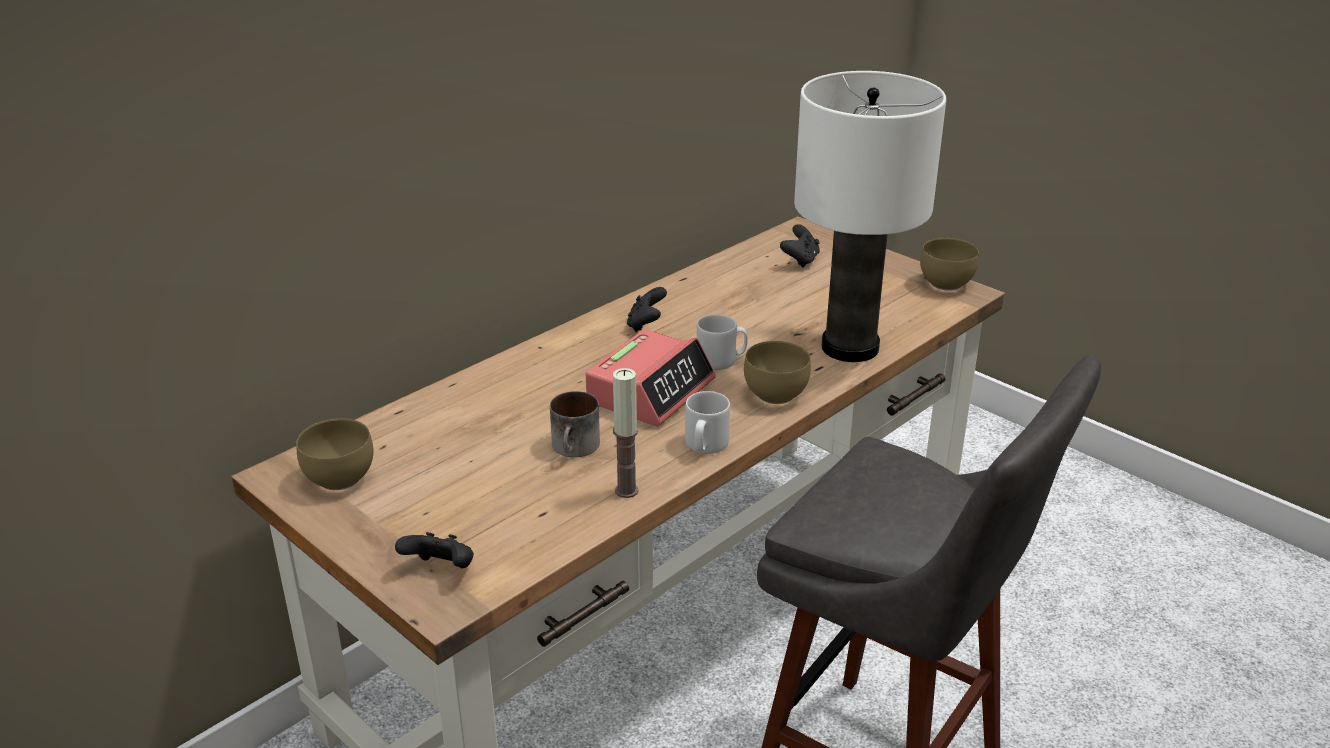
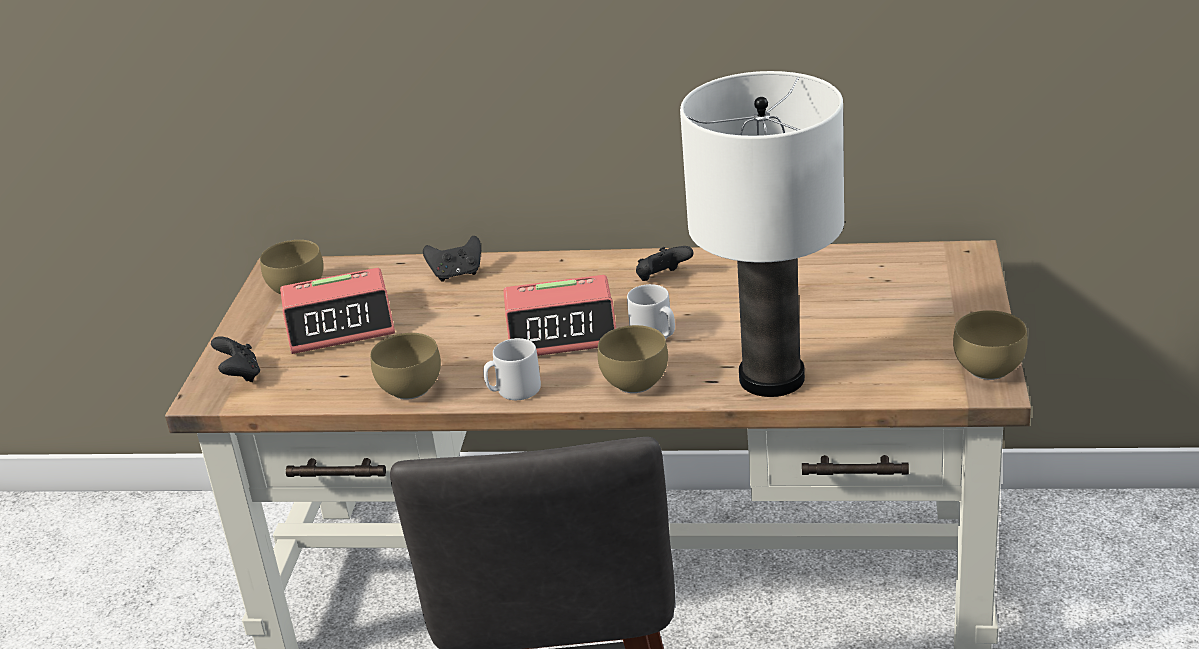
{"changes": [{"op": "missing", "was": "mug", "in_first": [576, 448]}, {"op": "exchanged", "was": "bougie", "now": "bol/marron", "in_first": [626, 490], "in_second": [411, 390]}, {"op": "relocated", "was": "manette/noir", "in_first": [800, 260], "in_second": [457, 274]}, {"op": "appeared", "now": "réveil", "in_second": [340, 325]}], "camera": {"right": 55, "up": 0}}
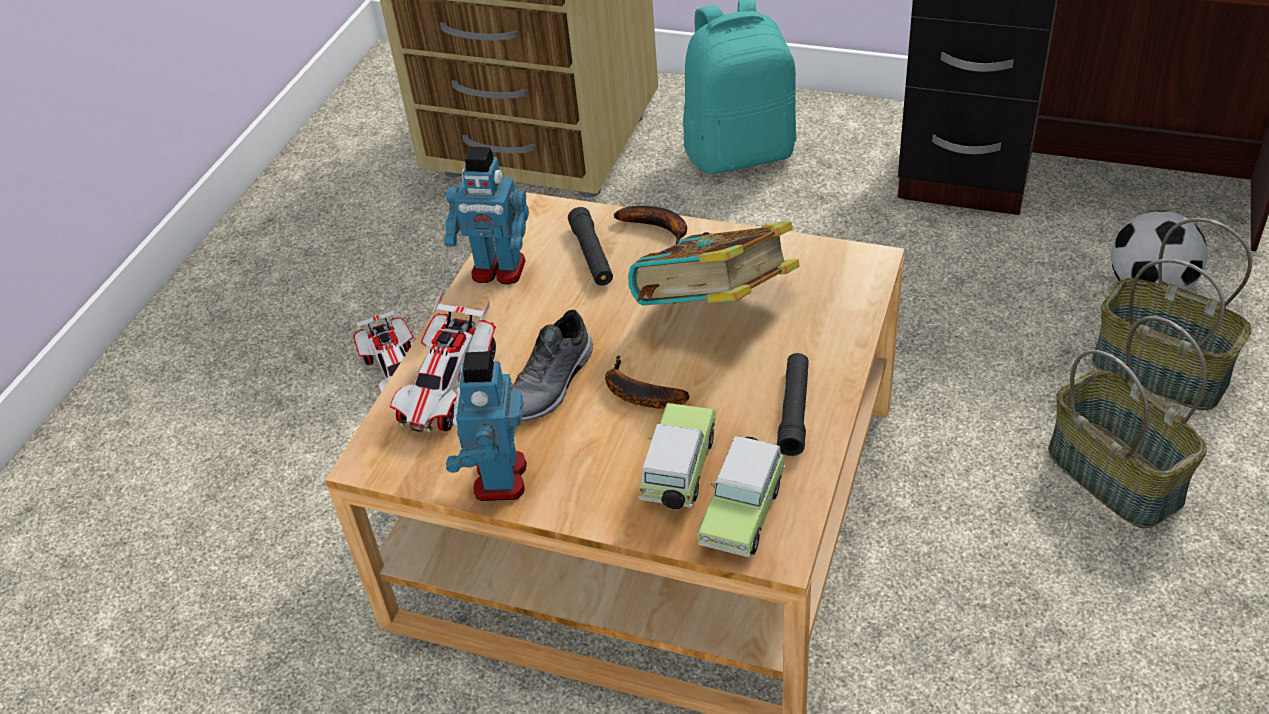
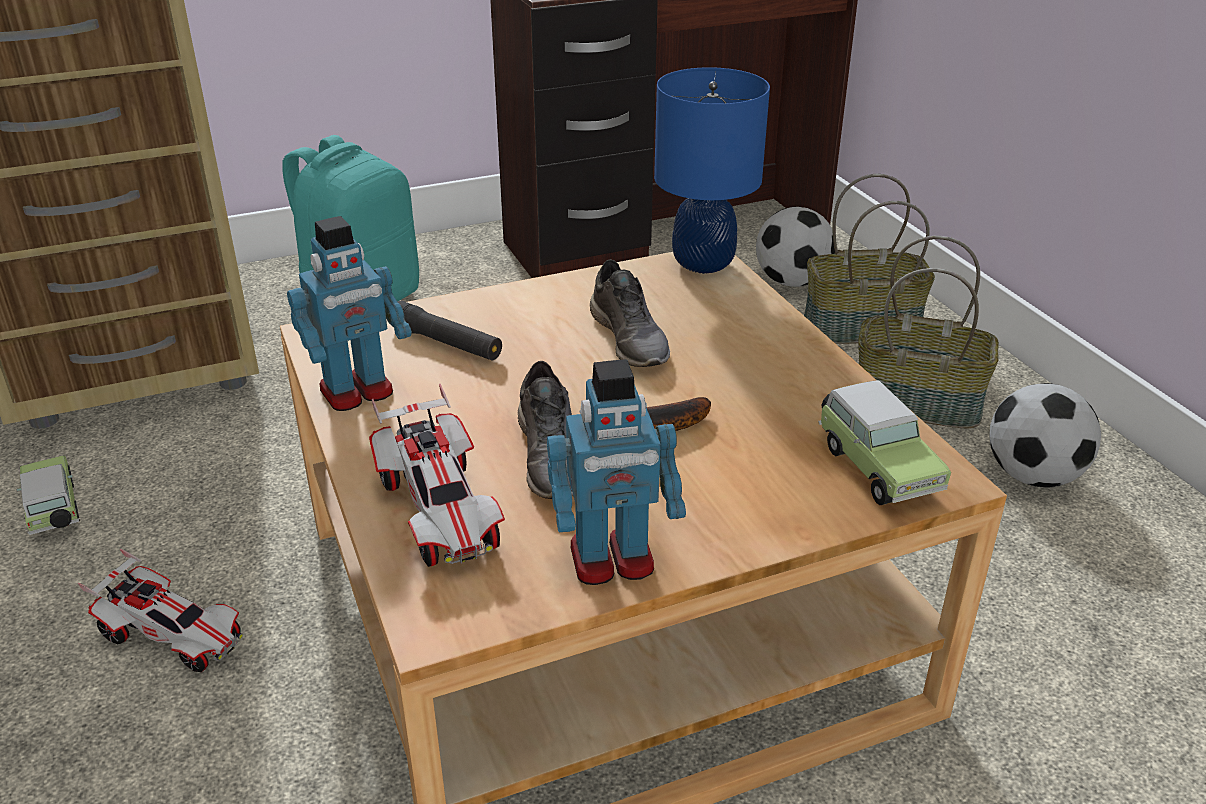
{"changes": [{"op": "spun", "was": "robot jouet", "in_first": [499, 478], "in_second": [612, 561], "clockwise": -60}, {"op": "missing", "was": "banane", "in_first": [659, 228]}, {"op": "exchanged", "was": "livre", "now": "chaussure/gris", "in_first": [715, 312], "in_second": [631, 339]}, {"op": "relocated", "was": "petite voiture", "in_first": [678, 472], "in_second": [54, 511]}, {"op": "missing", "was": "lampe de poche/noir", "in_first": [794, 411]}, {"op": "appeared", "now": "lampe de table/bleu", "in_second": [705, 264]}, {"op": "appeared", "now": "ballon de foot", "in_second": [1033, 476]}], "camera": {"right": -45, "up": -10}}
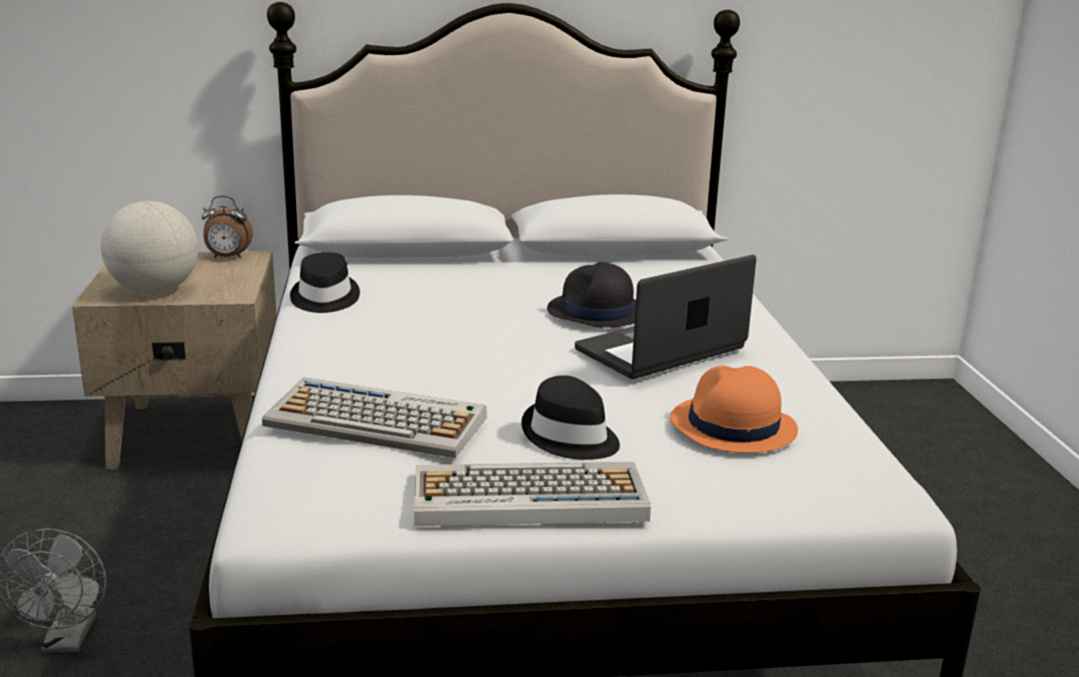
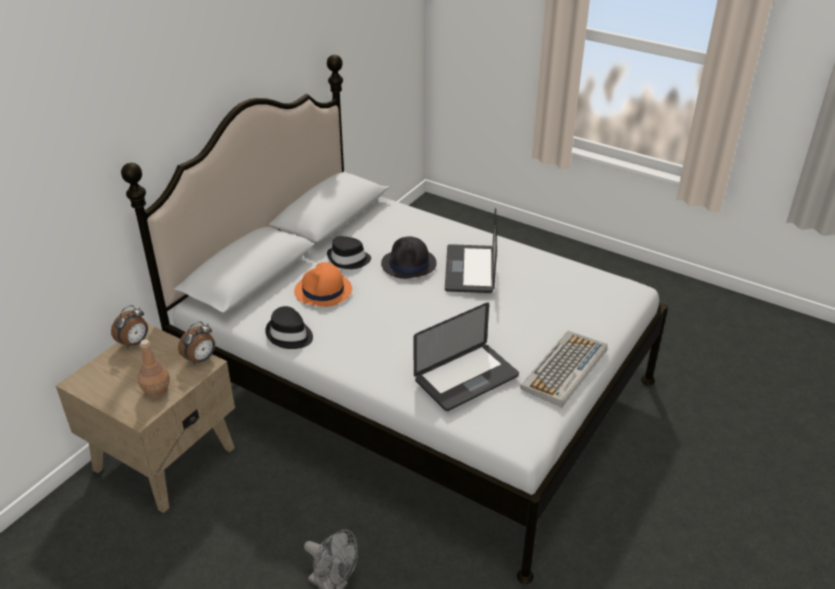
{"changes": [{"op": "exchanged", "was": "globe", "now": "bouteille/marron", "in_first": [154, 290], "in_second": [156, 391]}, {"op": "exchanged", "was": "clavier", "now": "ordinateur portable", "in_first": [378, 421], "in_second": [466, 378]}, {"op": "relocated", "was": "chapeau/noir", "in_first": [570, 437], "in_second": [348, 259]}, {"op": "relocated", "was": "chapeau/orange", "in_first": [732, 427], "in_second": [323, 291]}, {"op": "appeared", "now": "réveil", "in_second": [201, 359]}], "camera": {"right": -50, "up": 15}}
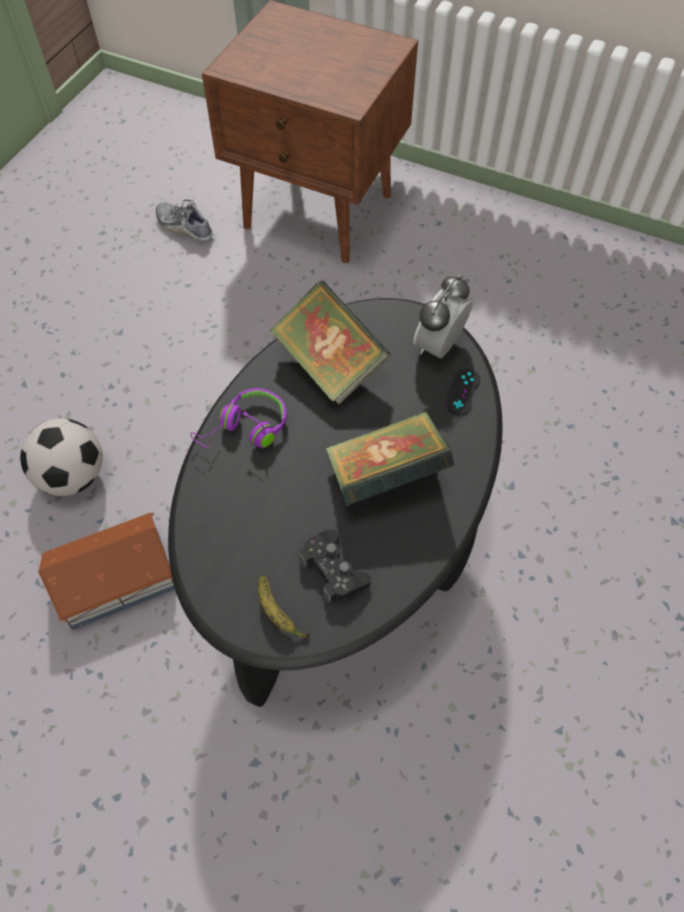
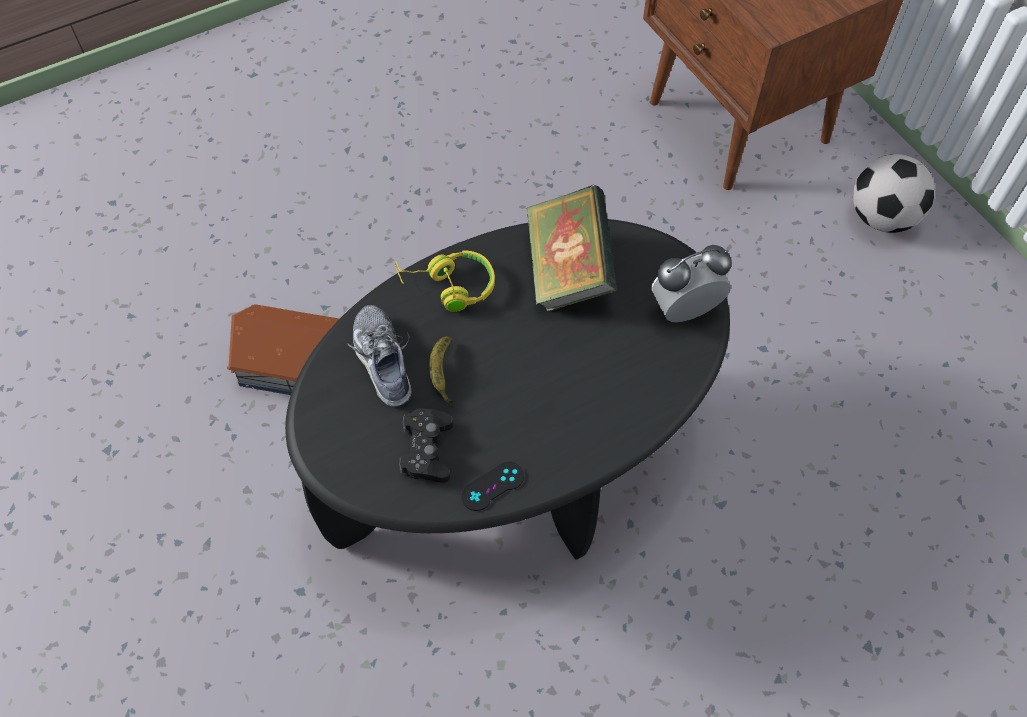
{"changes": [{"op": "relocated", "was": "ballon de foot", "in_first": [73, 476], "in_second": [882, 217]}, {"op": "relocated", "was": "chaussure", "in_first": [184, 227], "in_second": [383, 361]}, {"op": "colour", "was": "casque audio/violet", "now": "casque audio/jaune", "in_first": [245, 429], "in_second": [449, 286]}, {"op": "relocated", "was": "banane", "in_first": [279, 613], "in_second": [442, 373]}, {"op": "missing", "was": "livre", "in_first": [386, 476]}, {"op": "relocated", "was": "manette/noir", "in_first": [463, 392], "in_second": [492, 486]}], "camera": {"right": 35, "up": 0}}
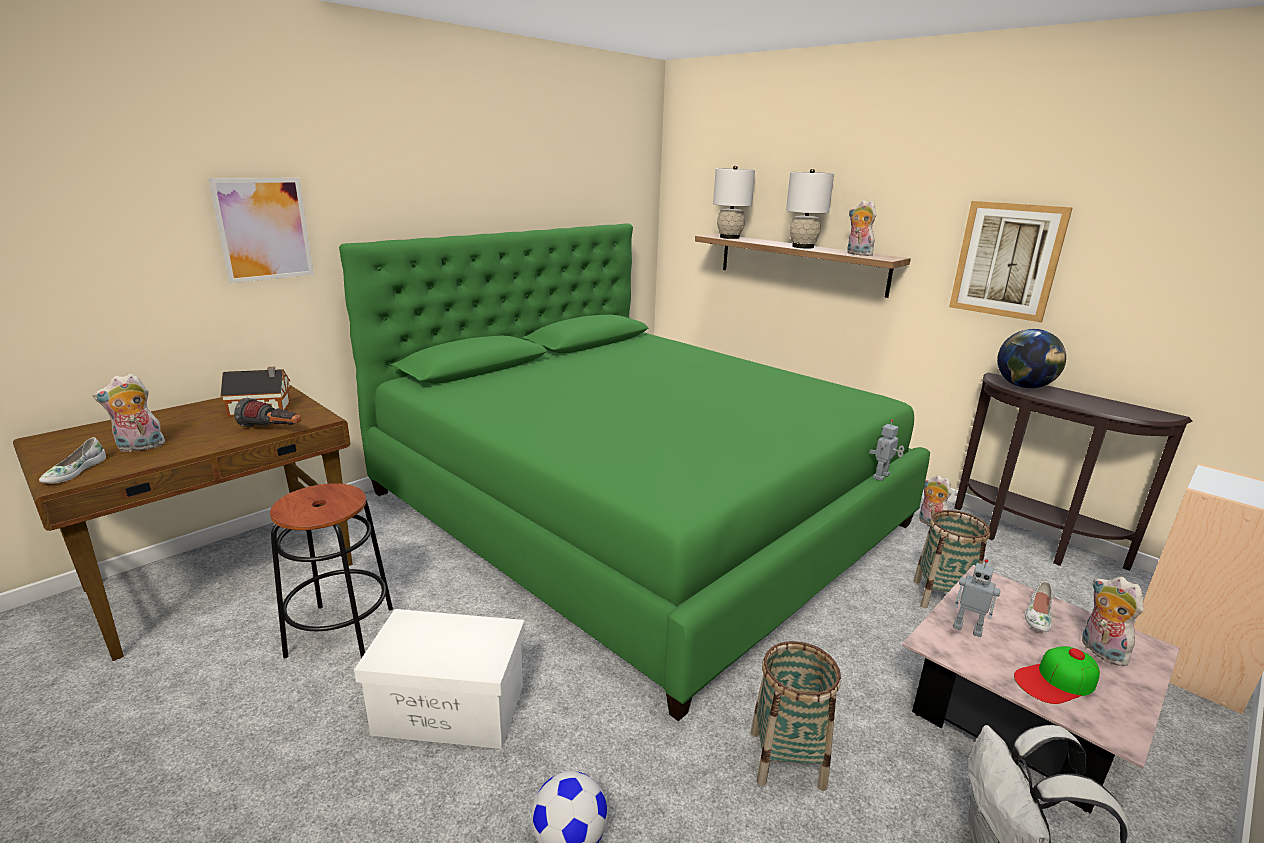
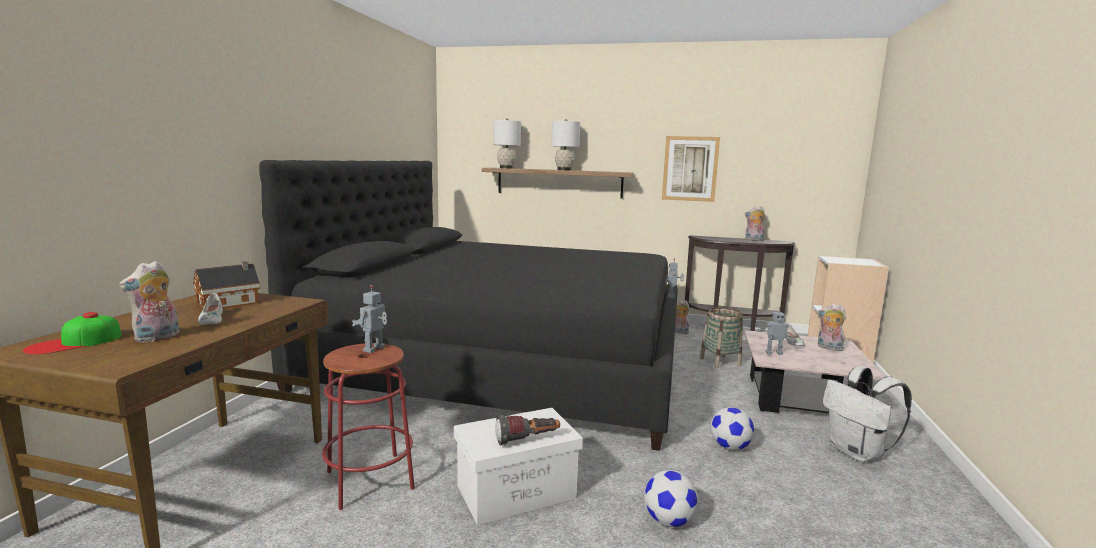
{"changes": [{"op": "relocated", "was": "chaussure/blanc", "in_first": [74, 472], "in_second": [211, 319]}, {"op": "missing", "was": "tableau", "in_first": [264, 229]}, {"op": "relocated", "was": "lampe de poche", "in_first": [273, 429], "in_second": [527, 440]}, {"op": "colour", "was": "tabouret/noir", "now": "tabouret/rouge", "in_first": [340, 631], "in_second": [370, 480]}, {"op": "colour", "was": "lit/vert", "now": "lit/noir", "in_first": [636, 508], "in_second": [506, 359]}, {"op": "exchanged", "was": "panier", "now": "ballon de foot", "in_first": [787, 759], "in_second": [730, 447]}, {"op": "relocated", "was": "peluche", "in_first": [857, 254], "in_second": [753, 240]}, {"op": "missing", "was": "globe", "in_first": [1023, 387]}, {"op": "relocated", "was": "casquette", "in_first": [1056, 681], "in_second": [74, 343]}, {"op": "appeared", "now": "robot jouet", "in_second": [375, 349]}], "camera": {"right": -30, "up": -10}}
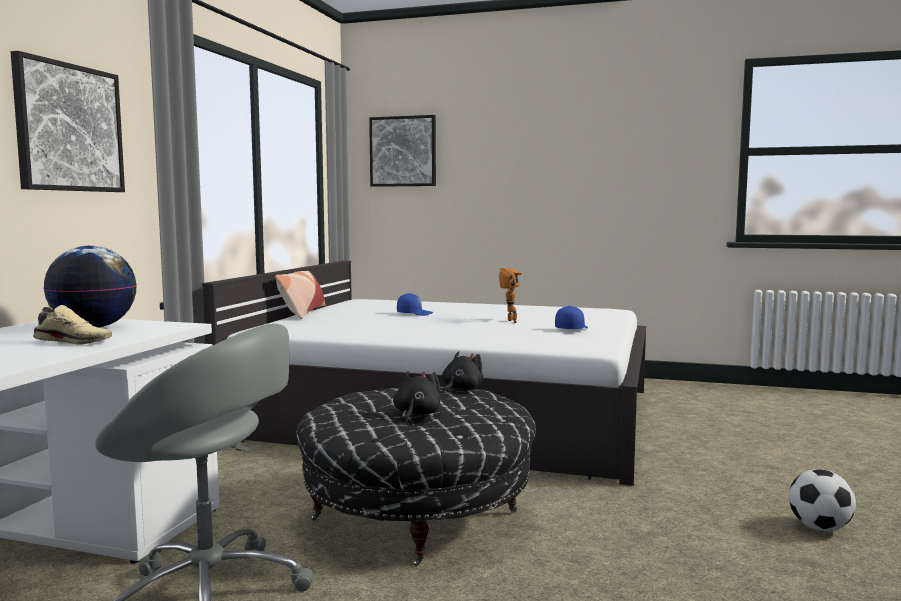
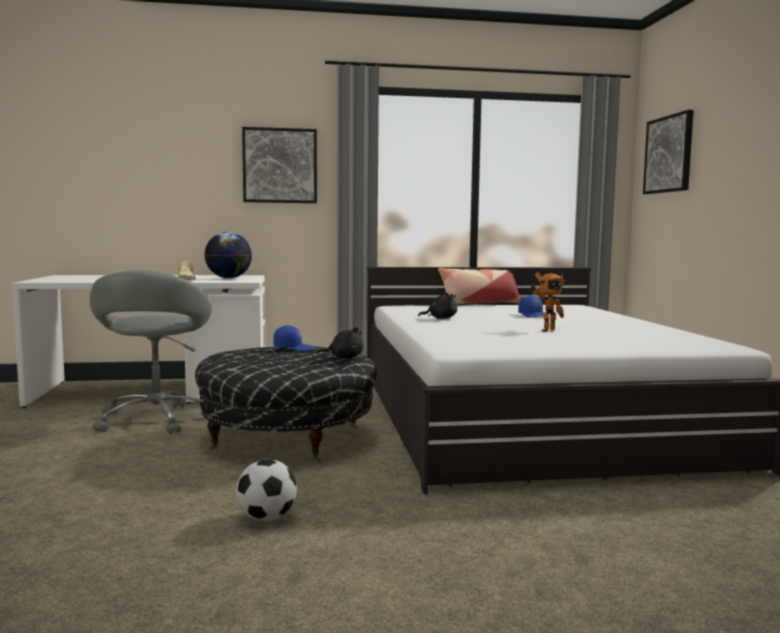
{"changes": [{"op": "relocated", "was": "peluche/noir", "in_first": [416, 414], "in_second": [440, 318]}, {"op": "relocated", "was": "casquette/bleu", "in_first": [571, 328], "in_second": [294, 348]}, {"op": "relocated", "was": "ballon de foot", "in_first": [819, 528], "in_second": [266, 518]}], "camera": {"right": 65, "up": 0}}
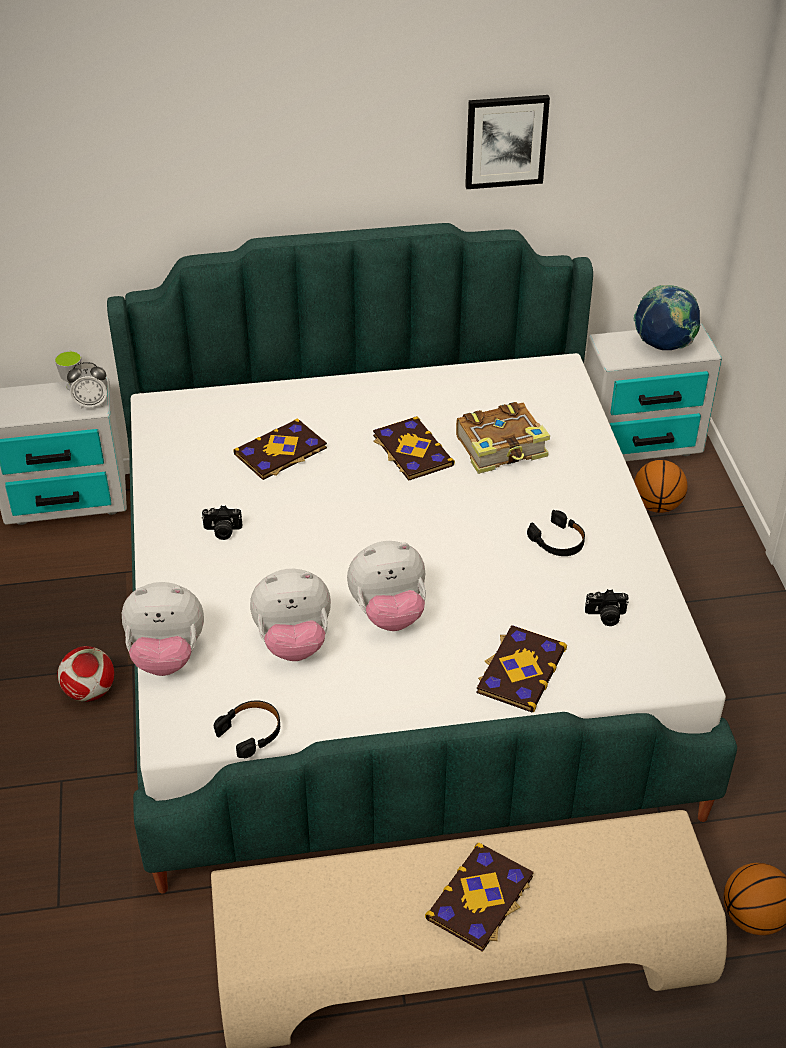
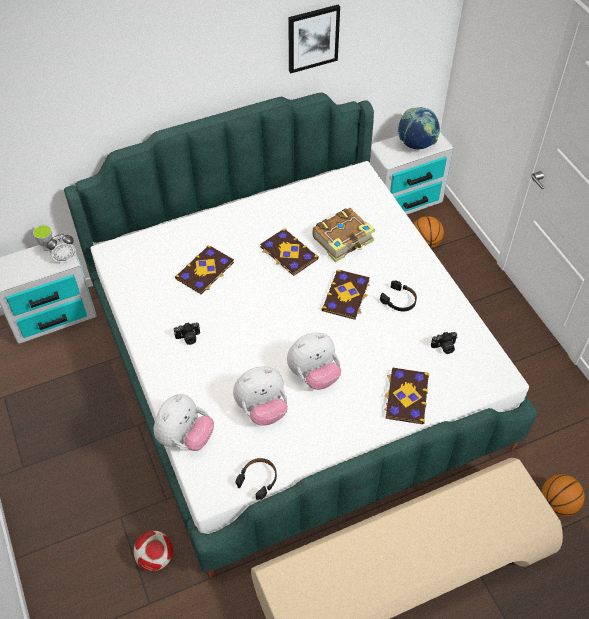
{"changes": [{"op": "relocated", "was": "ballon de foot", "in_first": [89, 692], "in_second": [155, 558]}, {"op": "spun", "was": "peluche", "in_first": [166, 656], "in_second": [185, 437], "clockwise": -45}, {"op": "relocated", "was": "livre", "in_first": [481, 899], "in_second": [346, 295]}], "camera": {"right": -15, "up": 10}}
